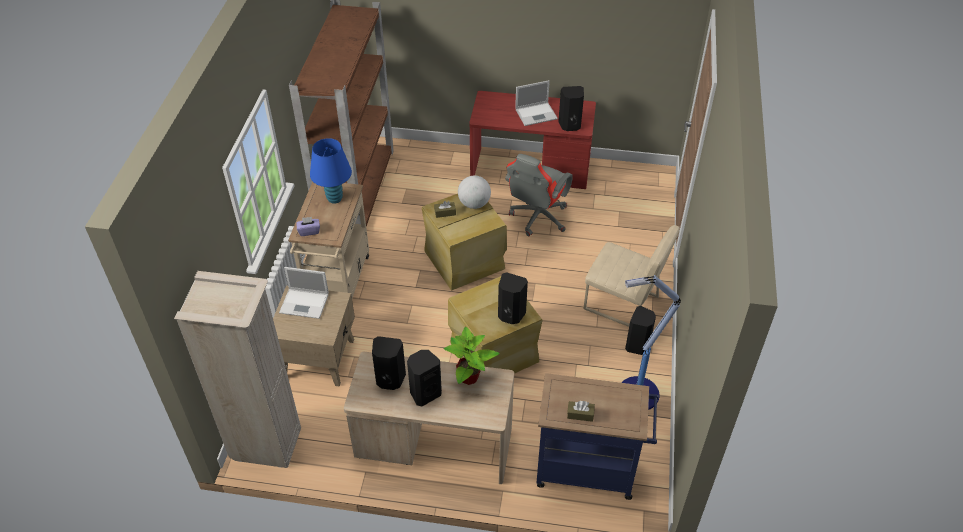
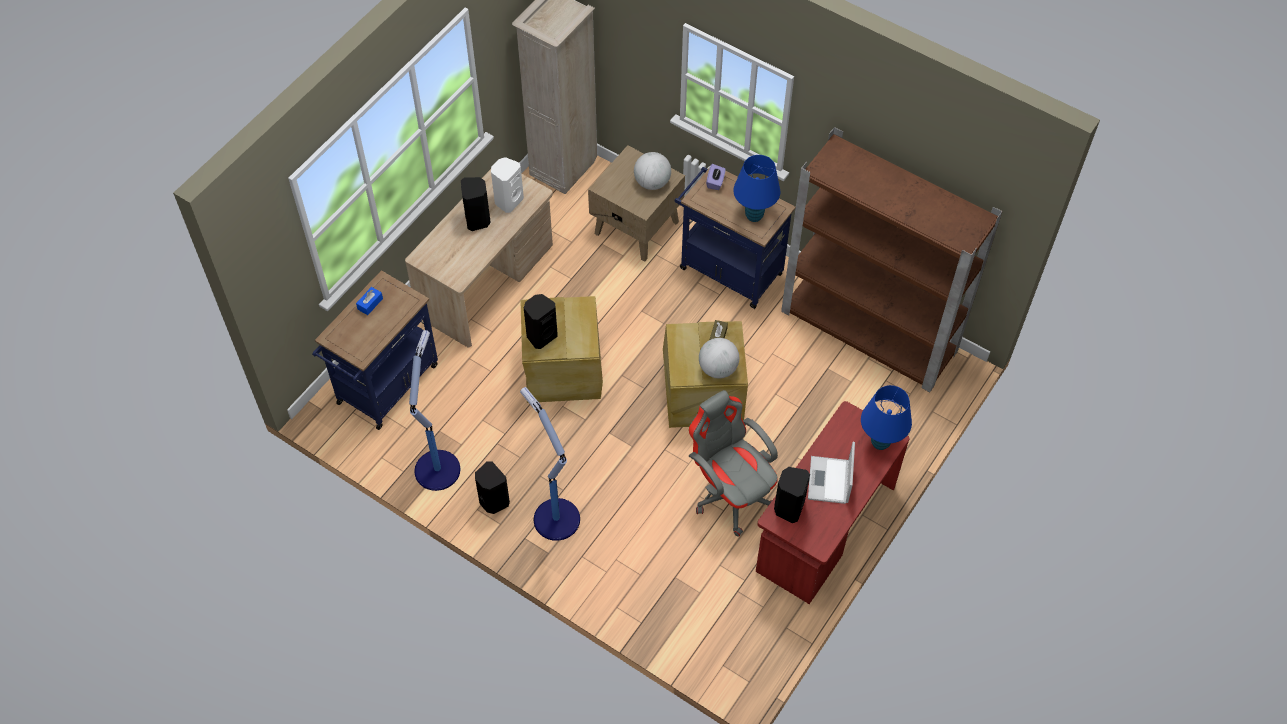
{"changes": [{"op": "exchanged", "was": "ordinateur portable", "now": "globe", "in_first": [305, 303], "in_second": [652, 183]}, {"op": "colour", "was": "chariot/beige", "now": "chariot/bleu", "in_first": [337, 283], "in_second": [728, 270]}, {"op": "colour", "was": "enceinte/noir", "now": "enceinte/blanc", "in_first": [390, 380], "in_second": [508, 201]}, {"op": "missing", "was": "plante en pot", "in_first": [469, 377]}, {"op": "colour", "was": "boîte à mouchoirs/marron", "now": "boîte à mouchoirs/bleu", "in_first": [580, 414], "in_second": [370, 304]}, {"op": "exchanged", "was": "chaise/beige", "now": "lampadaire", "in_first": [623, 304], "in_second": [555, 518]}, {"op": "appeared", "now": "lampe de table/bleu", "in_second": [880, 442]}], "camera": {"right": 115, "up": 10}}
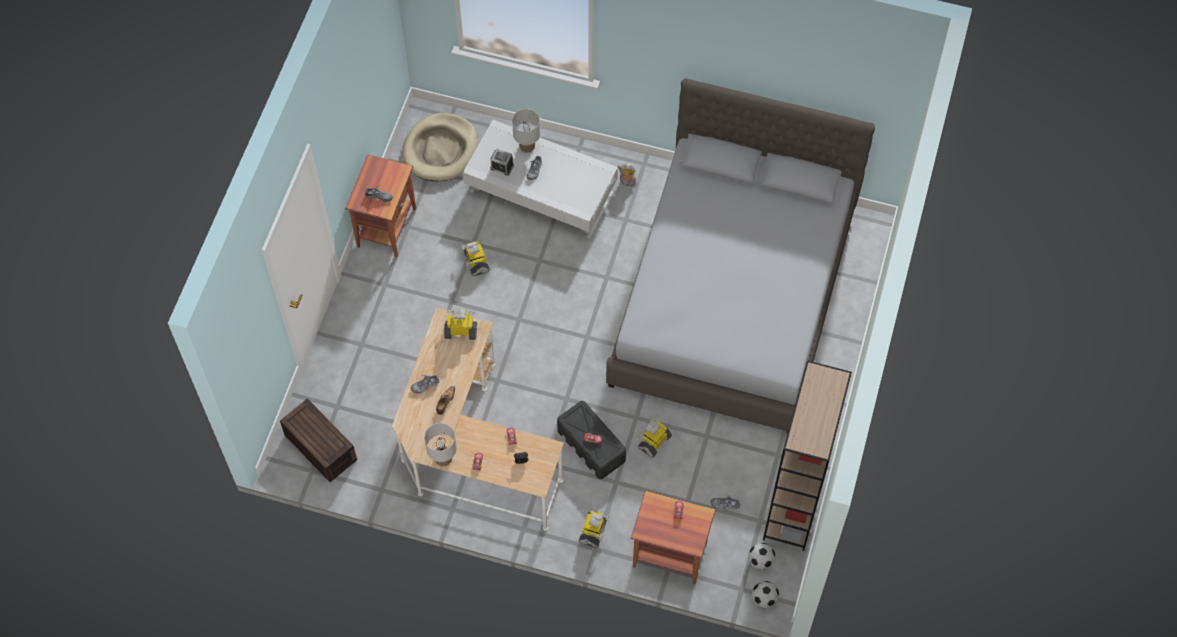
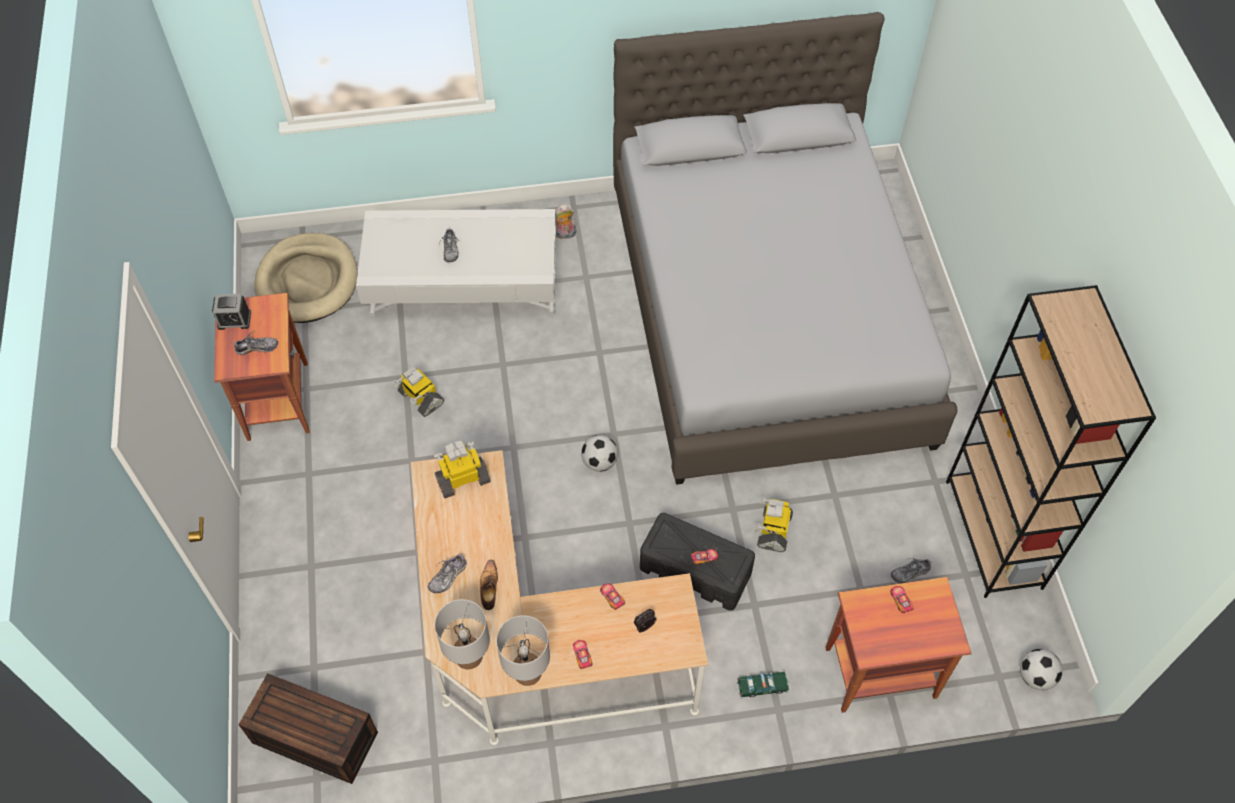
{"changes": [{"op": "relocated", "was": "réveil", "in_first": [502, 167], "in_second": [234, 320]}, {"op": "relocated", "was": "lampe de table/gris", "in_first": [527, 146], "in_second": [469, 656]}, {"op": "exchanged", "was": "robot jouet", "now": "petite voiture", "in_first": [593, 532], "in_second": [762, 686]}, {"op": "relocated", "was": "ballon de foot", "in_first": [760, 561], "in_second": [599, 462]}], "camera": {"right": -25, "up": -5}}
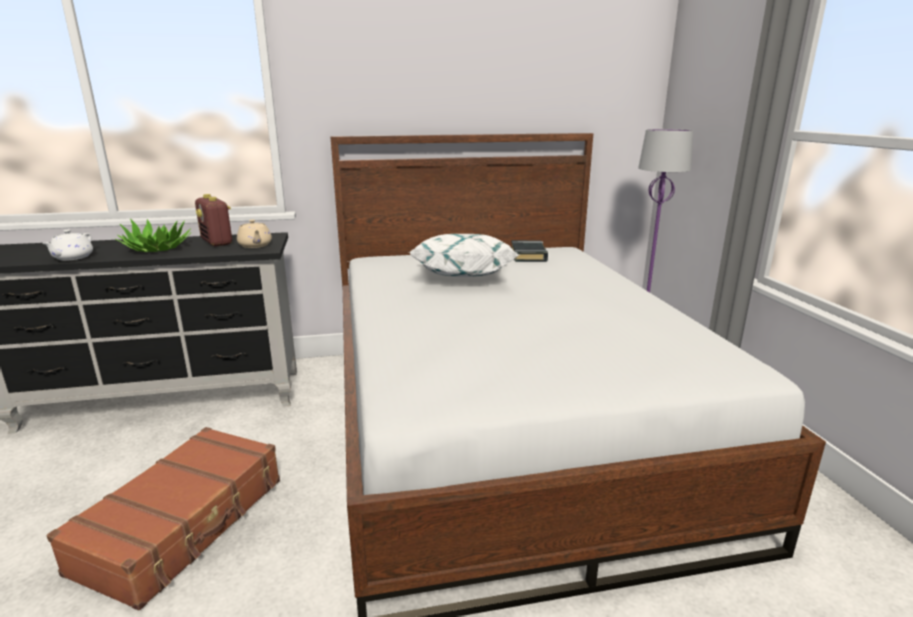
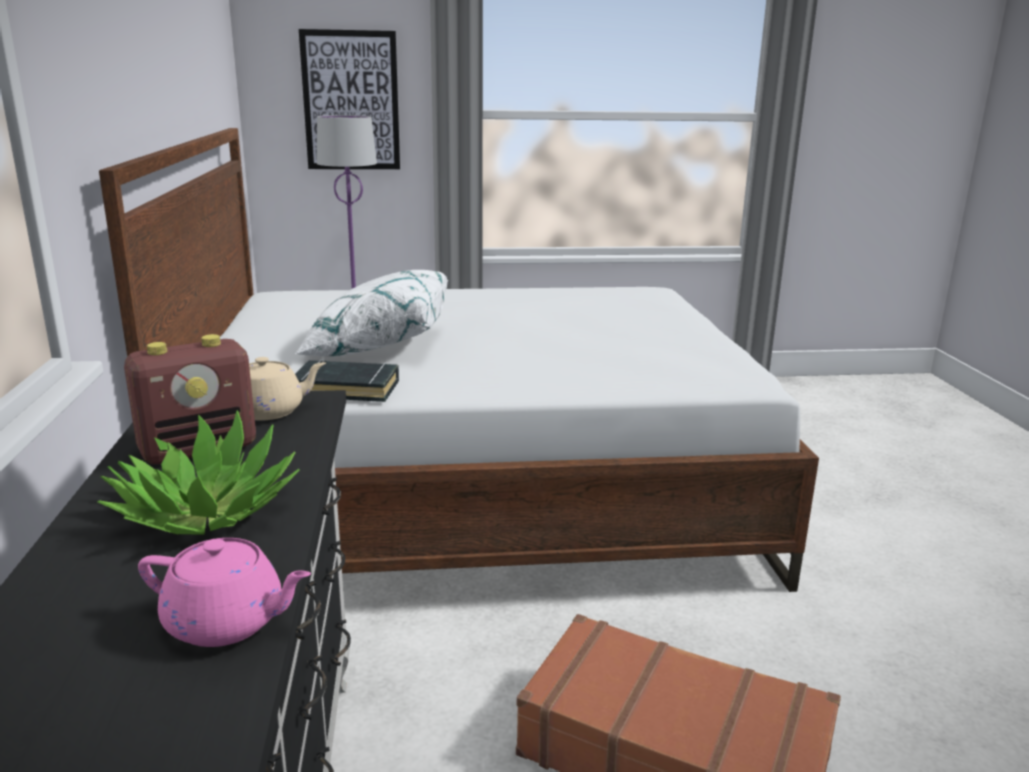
{"changes": [{"op": "colour", "was": "théière/blanc", "now": "théière/rose", "in_first": [72, 258], "in_second": [227, 622]}, {"op": "relocated", "was": "livre/noir", "in_first": [528, 255], "in_second": [346, 388]}, {"op": "appeared", "now": "tableau", "in_second": [351, 101]}], "camera": {"right": -85, "up": 0}}
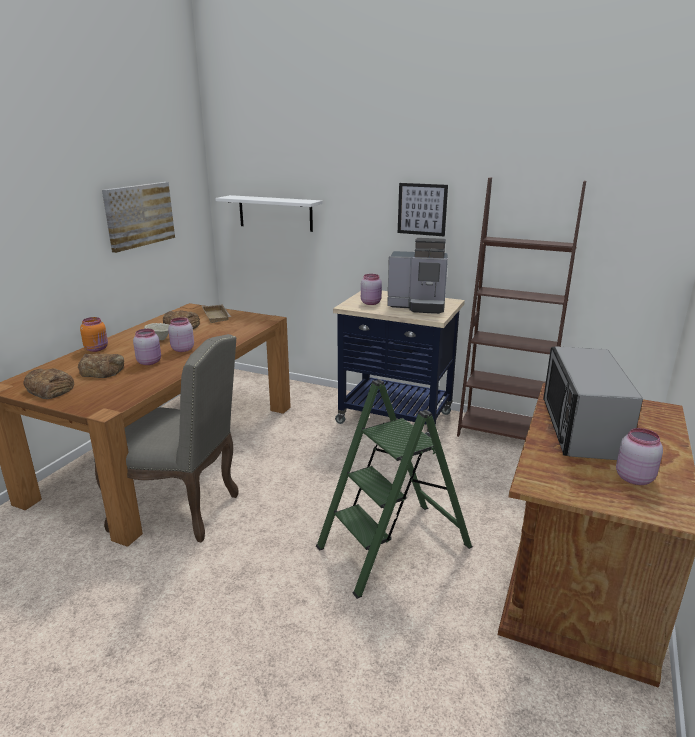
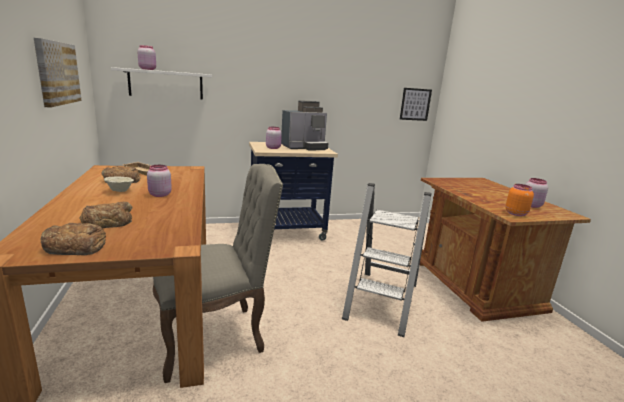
{"changes": [{"op": "relocated", "was": "bocal/orange", "in_first": [97, 349], "in_second": [515, 213]}, {"op": "relocated", "was": "bocal/rose", "in_first": [149, 362], "in_second": [147, 69]}, {"op": "colour", "was": "escabeau/vert", "now": "escabeau/gris", "in_first": [396, 546], "in_second": [382, 300]}, {"op": "relocated", "was": "tableau", "in_first": [422, 209], "in_second": [415, 104]}, {"op": "missing", "was": "bibliothèque/marron", "in_first": [502, 433]}, {"op": "missing", "was": "micro-ondes", "in_first": [581, 429]}], "camera": {"right": -40, "up": -5}}
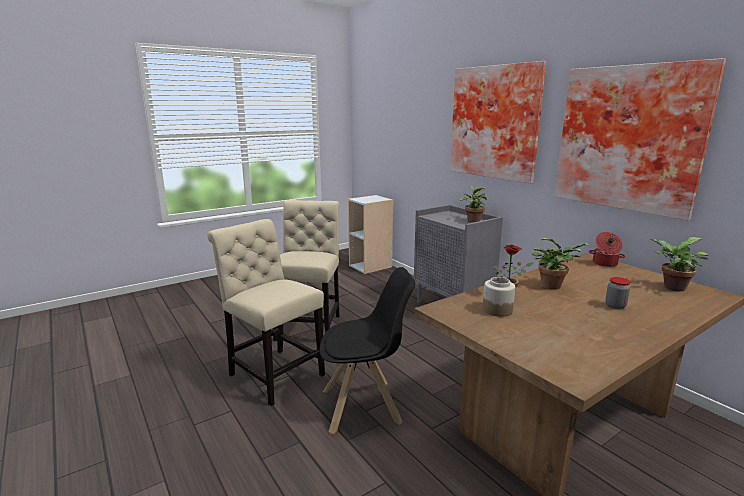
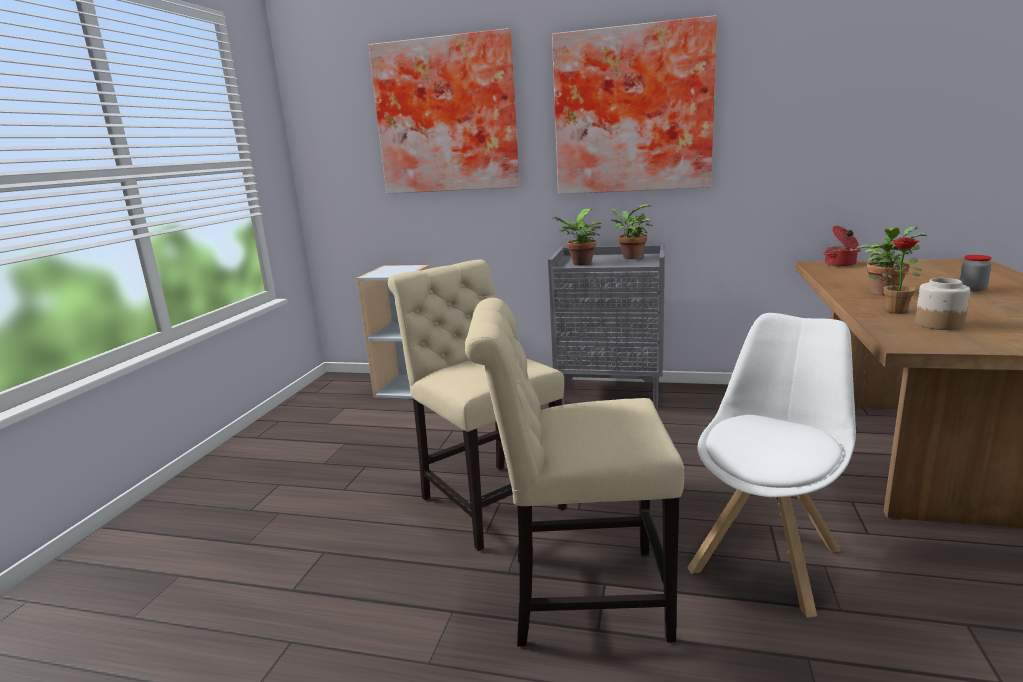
{"changes": [{"op": "colour", "was": "chaise/noir", "now": "chaise/blanc", "in_first": [365, 405], "in_second": [766, 555]}, {"op": "relocated", "was": "tableau", "in_first": [630, 138], "in_second": [447, 116]}, {"op": "relocated", "was": "plante en pot", "in_first": [671, 287], "in_second": [580, 264]}], "camera": {"right": -40, "up": 0}}
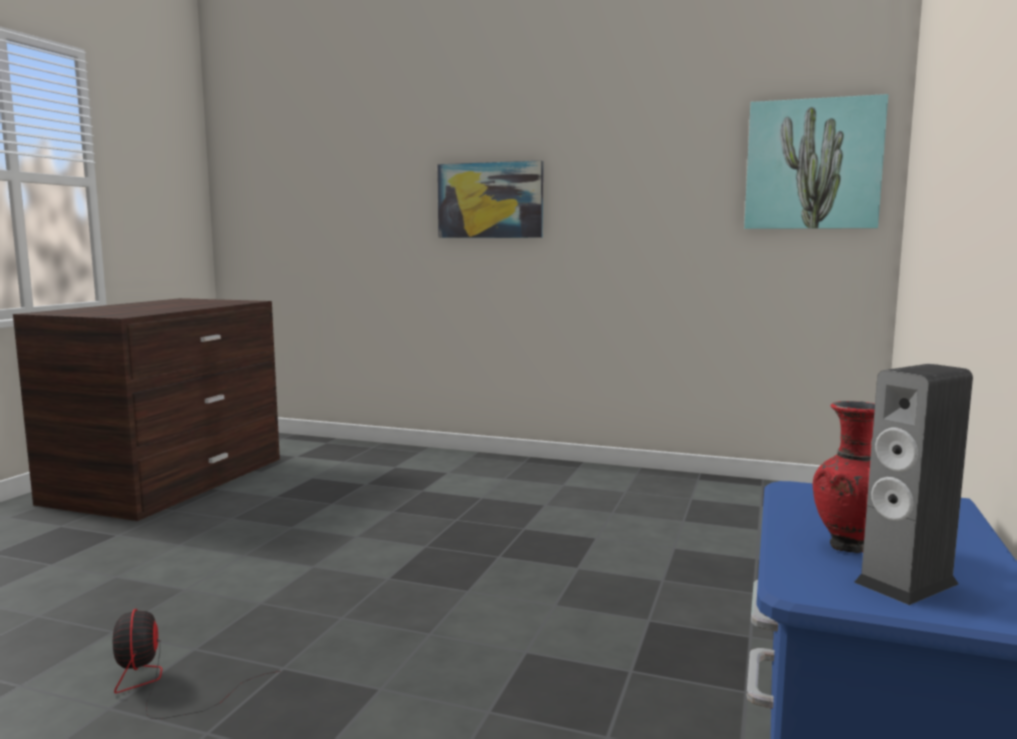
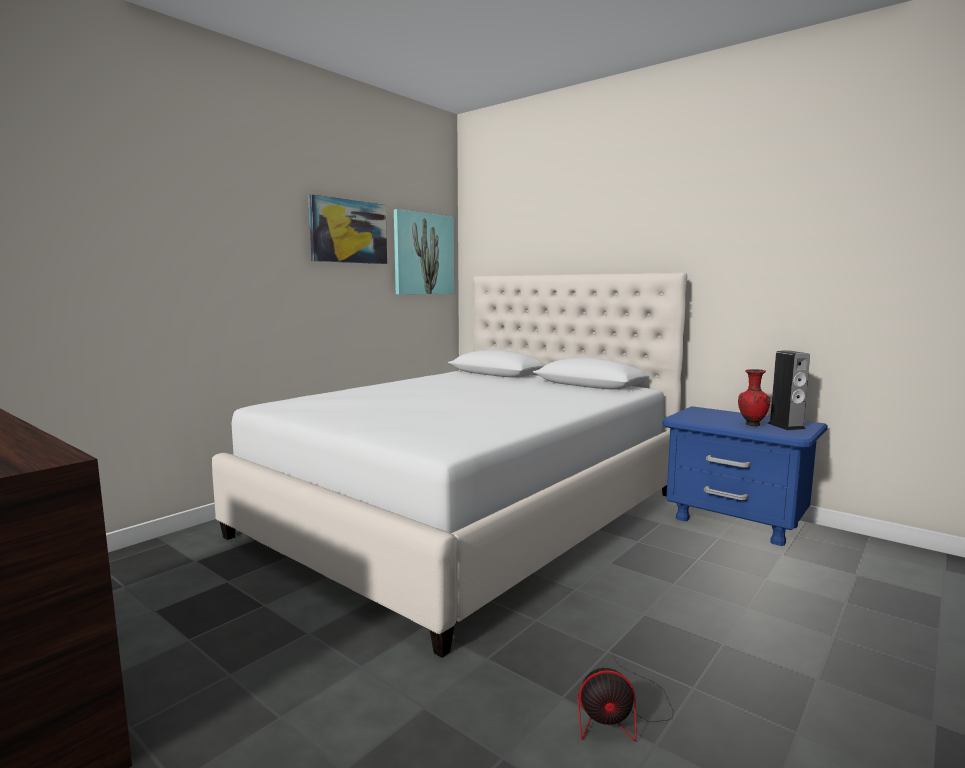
{"changes": [{"op": "relocated", "was": "tableau", "in_first": [490, 200], "in_second": [348, 231]}, {"op": "appeared", "now": "lit/blanc", "in_second": [469, 514]}], "camera": {"right": -70, "up": 0}}
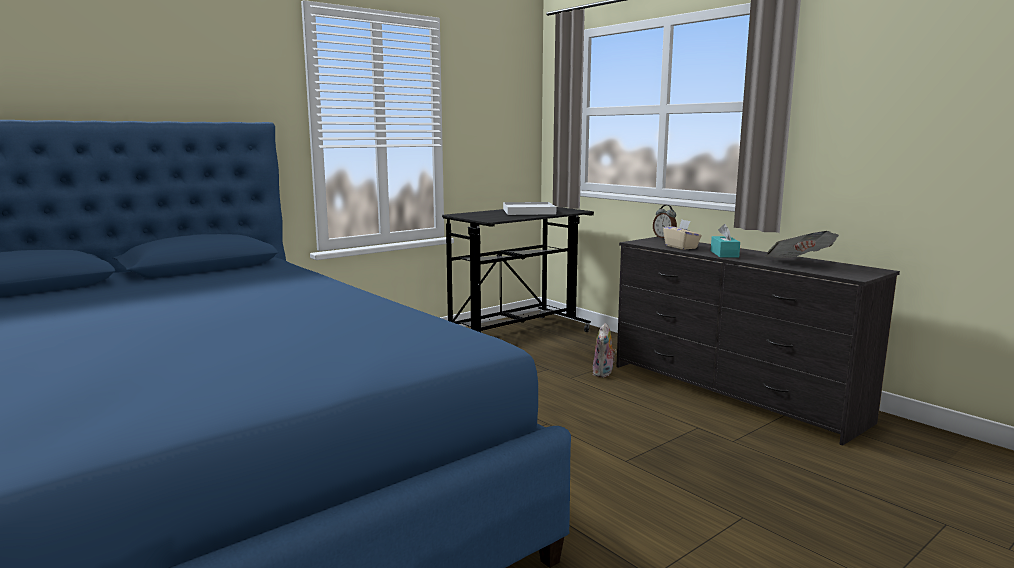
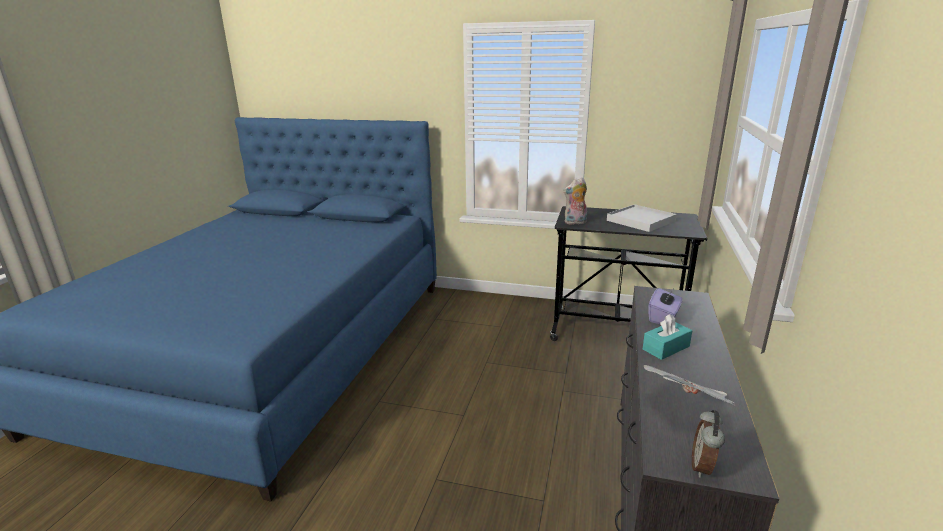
{"changes": [{"op": "relocated", "was": "peluche", "in_first": [604, 373], "in_second": [575, 223]}, {"op": "relocated", "was": "réveil", "in_first": [664, 238], "in_second": [703, 467]}, {"op": "colour", "was": "boîte à mouchoirs/beige", "now": "boîte à mouchoirs/violet", "in_first": [681, 247], "in_second": [663, 317]}], "camera": {"right": 55, "up": 10}}
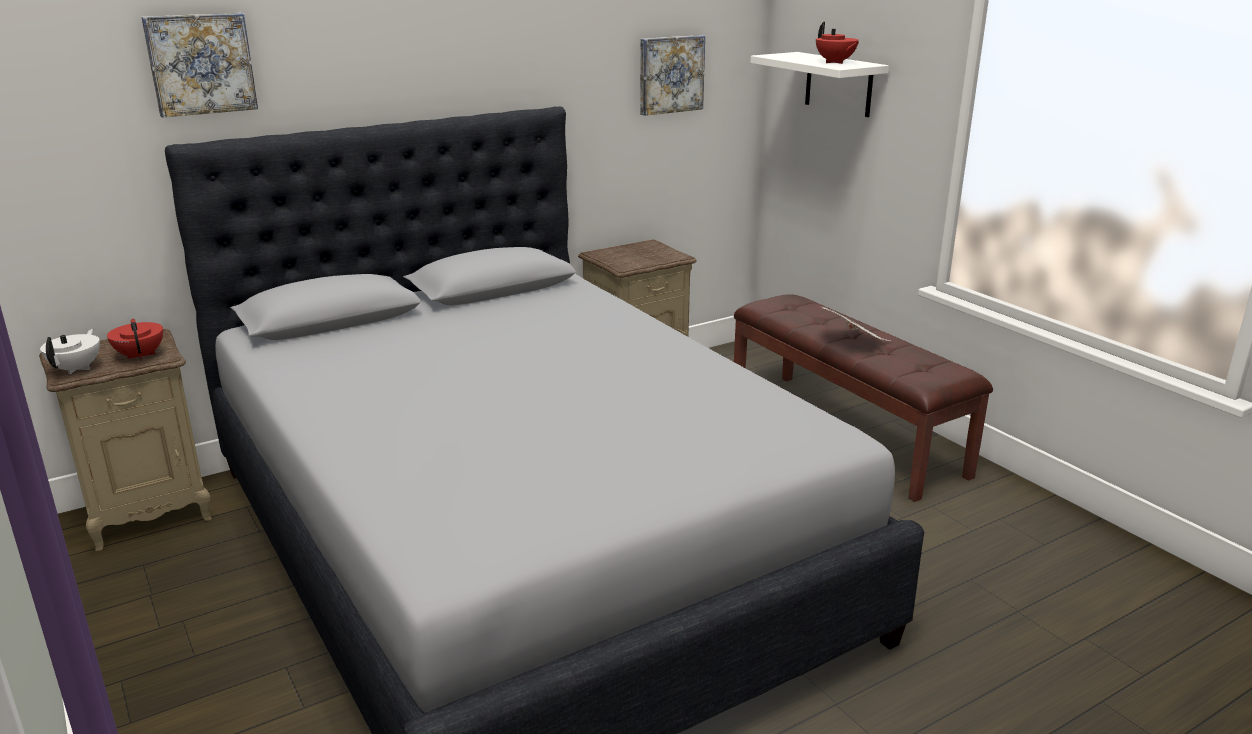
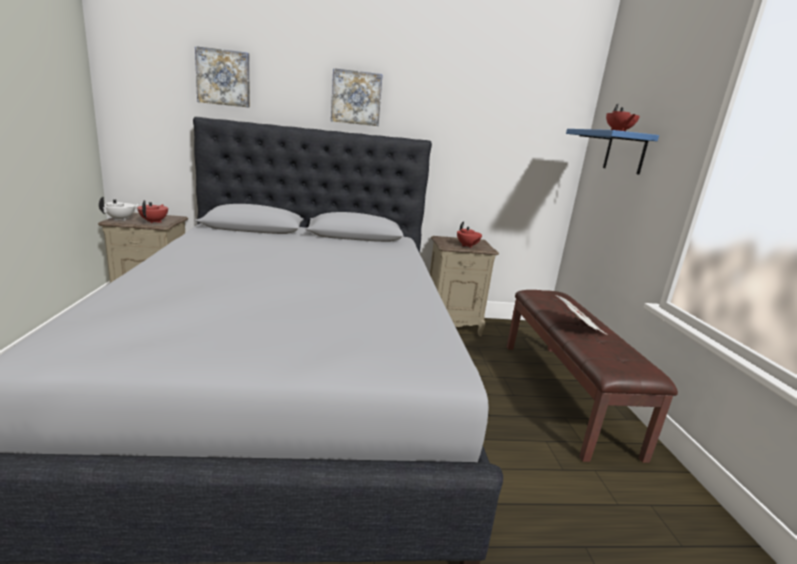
{"changes": [{"op": "relocated", "was": "tableau", "in_first": [670, 74], "in_second": [356, 98]}, {"op": "colour", "was": "étagère/blanc", "now": "étagère/bleu", "in_first": [838, 84], "in_second": [625, 152]}, {"op": "appeared", "now": "théière/rouge", "in_second": [467, 246]}], "camera": {"right": 25, "up": -5}}
